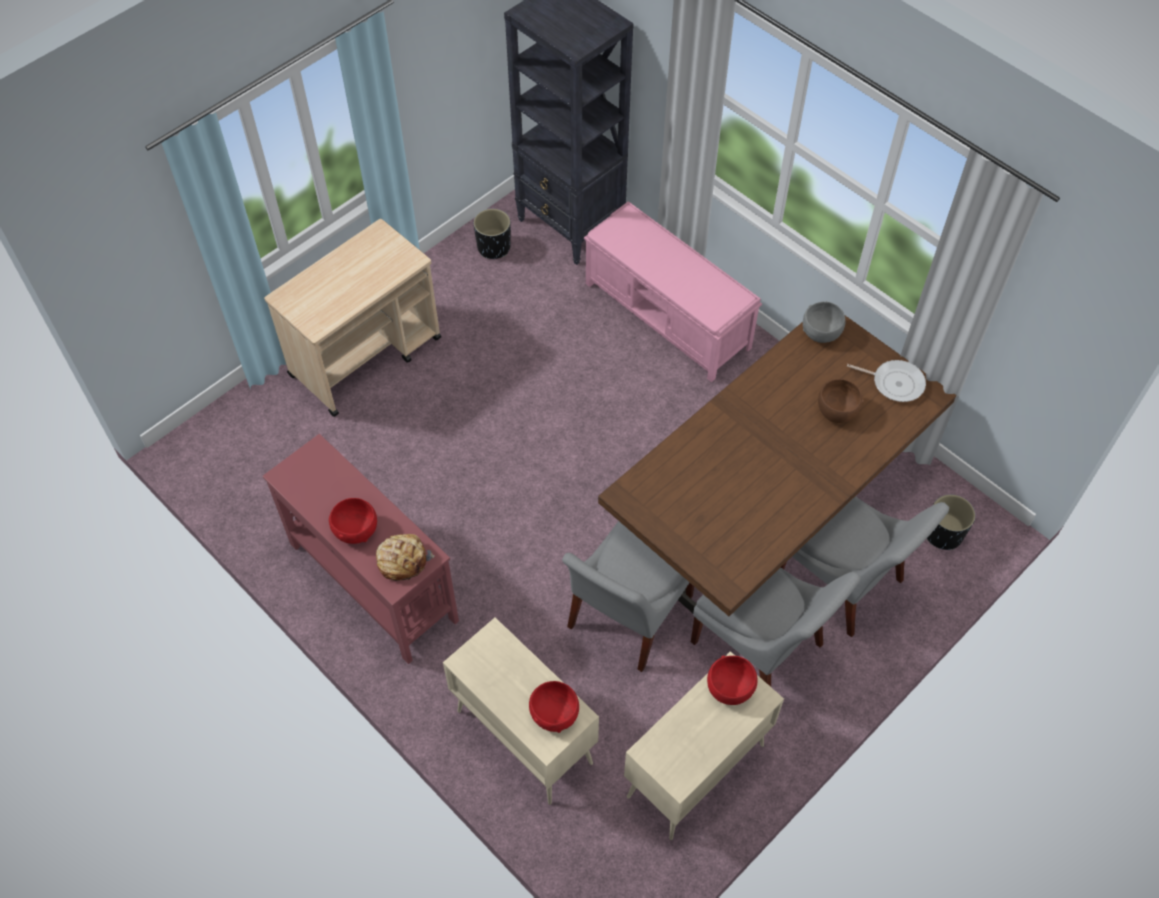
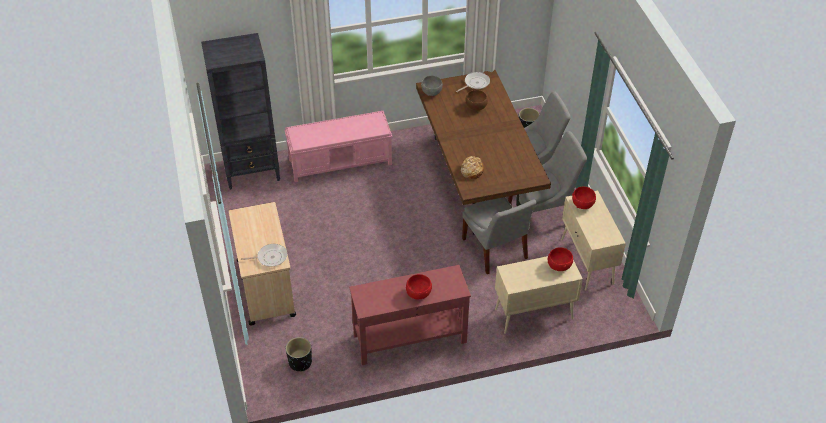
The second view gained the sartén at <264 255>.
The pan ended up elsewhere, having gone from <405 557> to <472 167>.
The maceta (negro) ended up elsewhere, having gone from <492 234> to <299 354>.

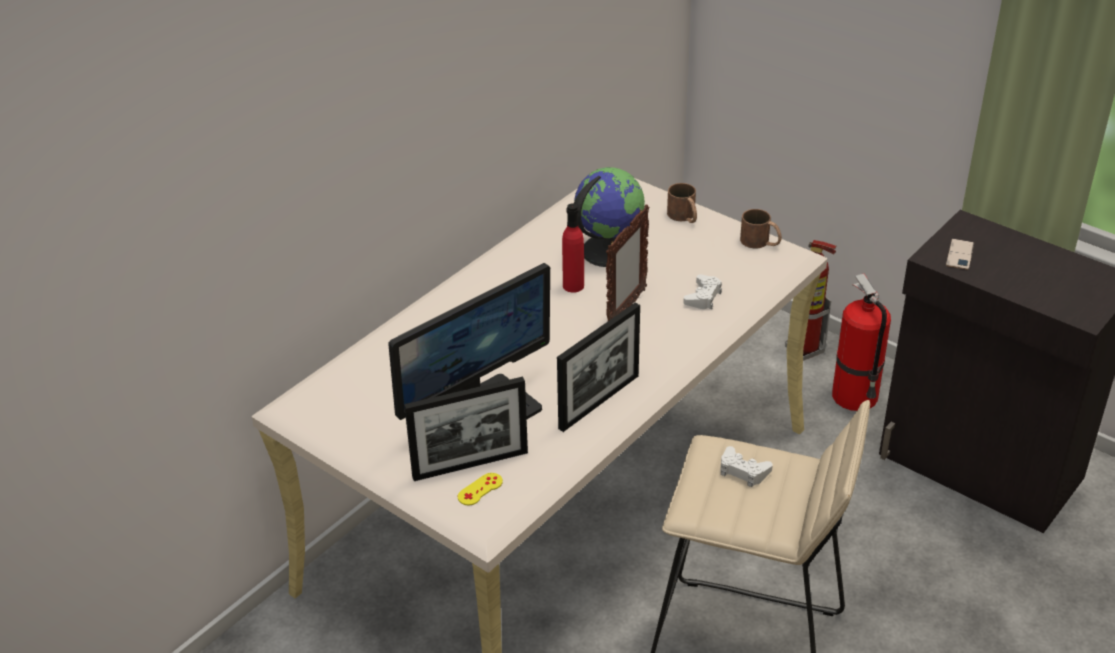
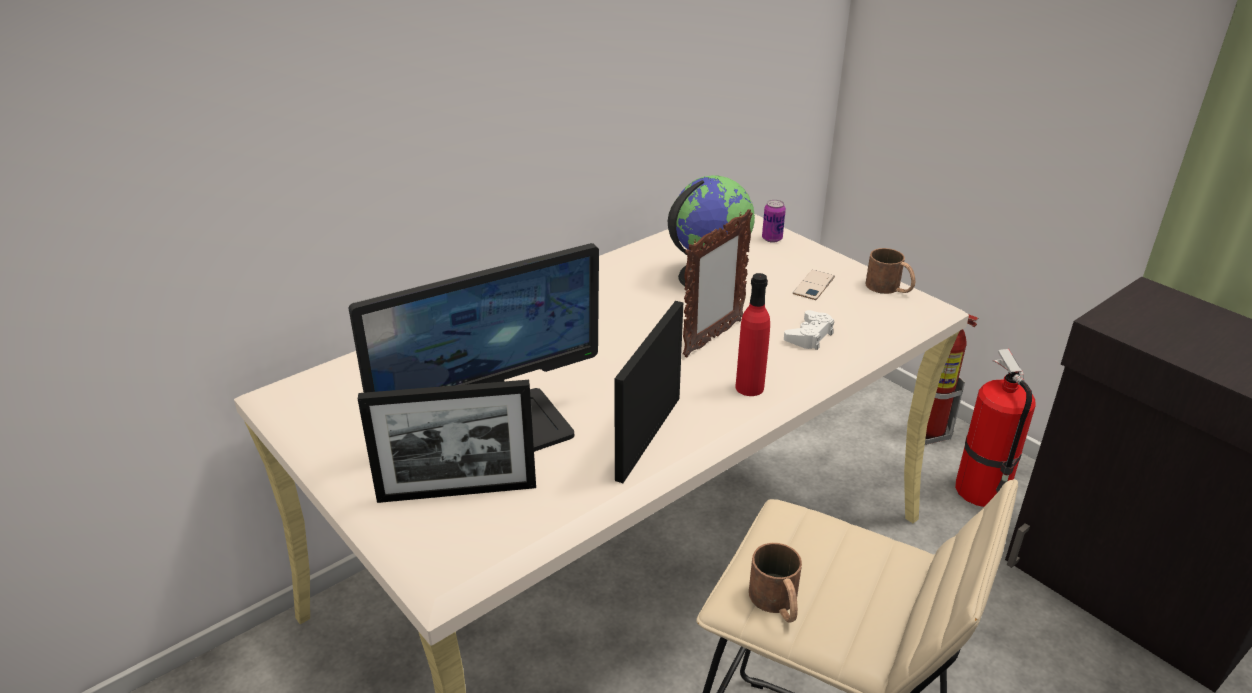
The second view lost the mando de consola (amarillo) at <480 489>.
The second view lost the mando de consola (blanco) at <747 466>.
The second view gained the lata at <774 221>.
The botella (rojo) ended up elsewhere, having gone from <573 248> to <752 334>.
The taza grande (marrón) ended up elsewhere, having gone from <682 203> to <775 583>.
The móvil ended up elsewhere, having gone from <960 254> to <814 285>.
The portarretratos at <598 367> ended up facing another way, 150 degrees clockwise from before.

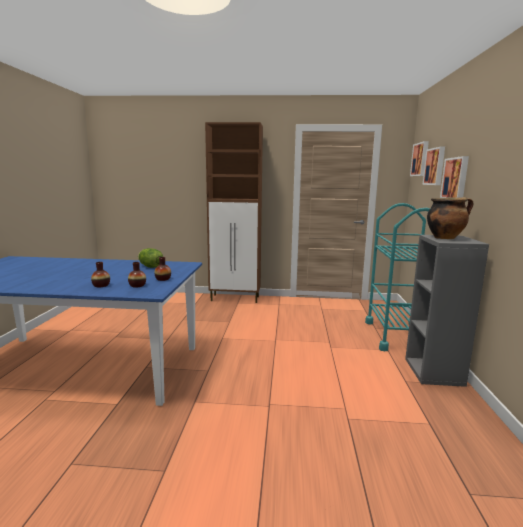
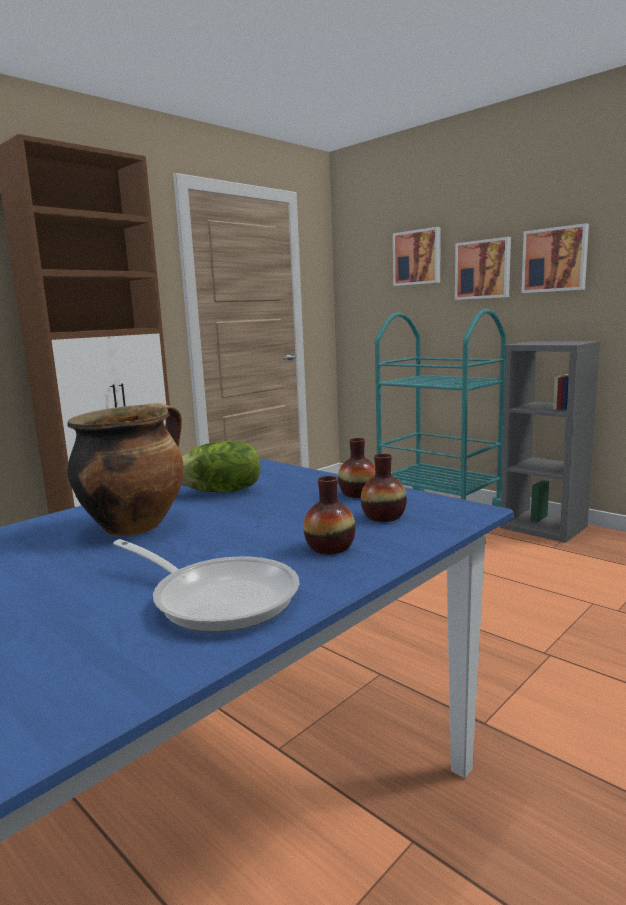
The second view gained the sartén at <206 586>.
The cuadro ended up elsewhere, having gone from <419 158> to <555 258>.
The olla ended up elsewhere, having gone from <450 218> to <125 469>.

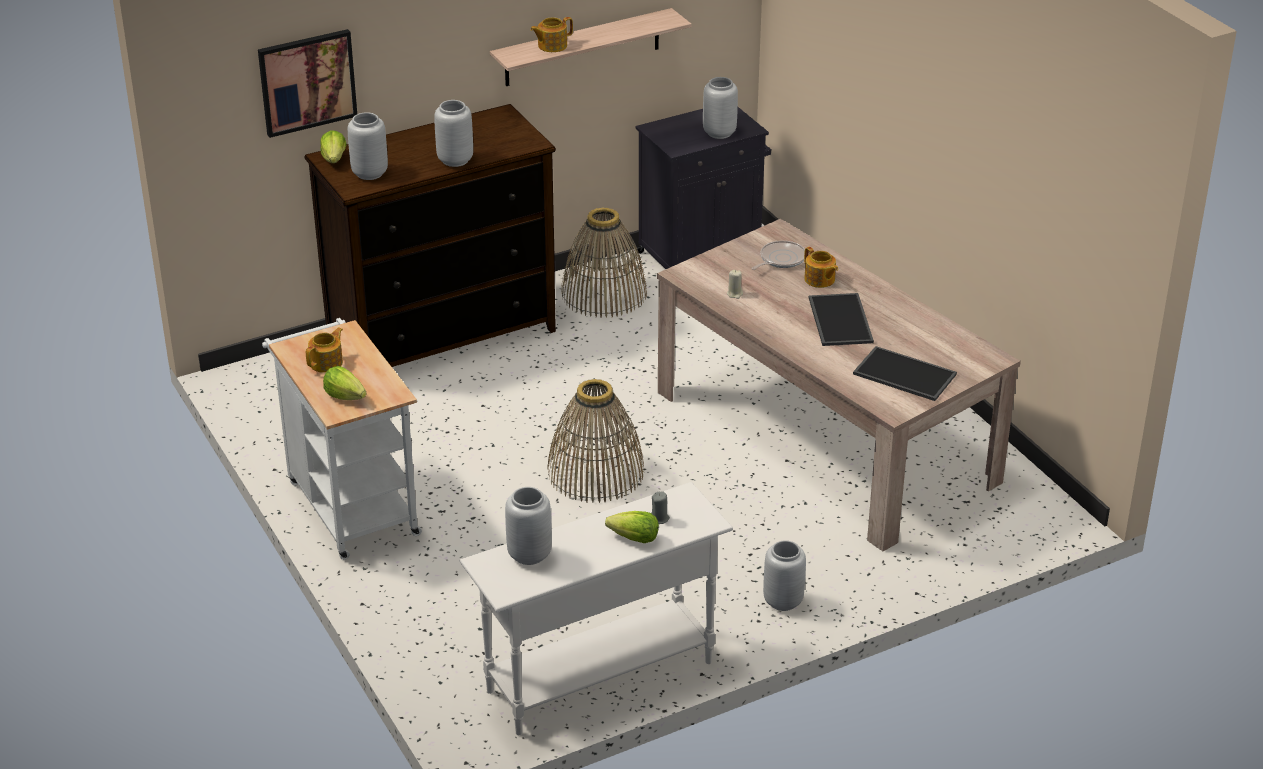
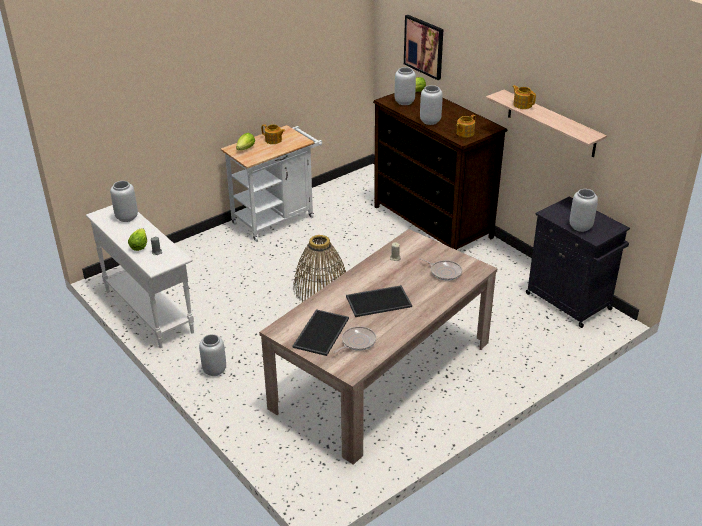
The second view lost the cesta at <604 262>.
The second view gained the sartén at <354 339>.
The tetera ended up elsewhere, having gone from <821 267> to <466 126>.

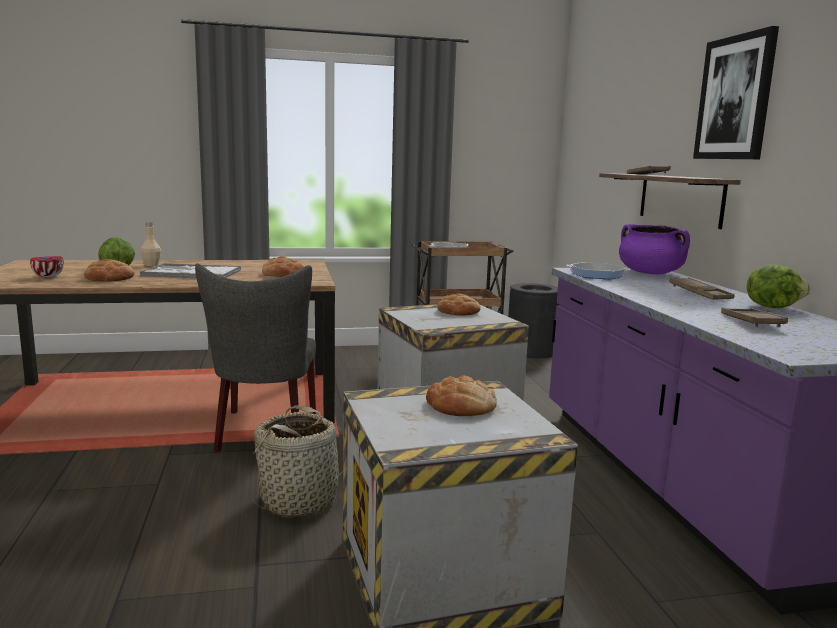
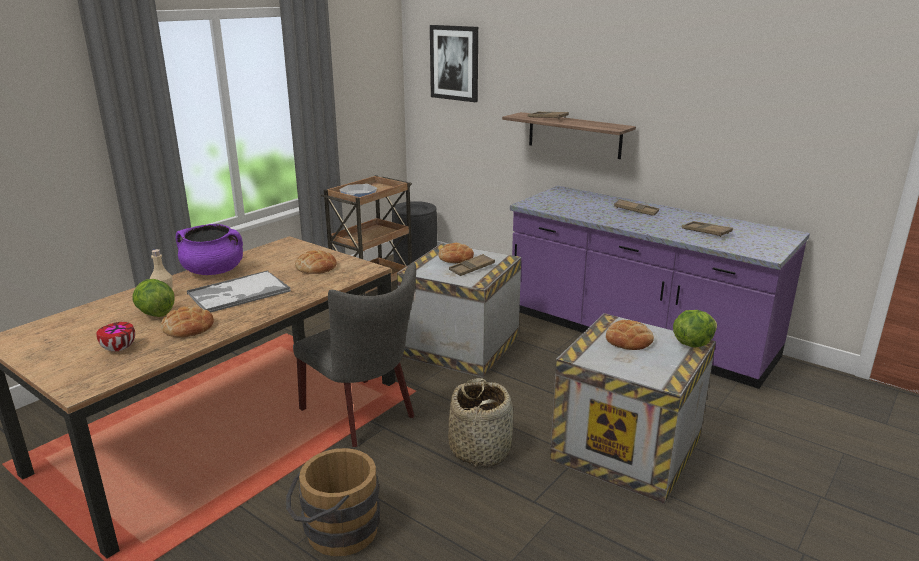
The second view lost the sartén at <598 270>.
The second view gained the cubo (marrón) at <333 502>.
The second view gained the bandeja (marrón) at <472 265>.
The olla (morado) ended up elsewhere, having gone from <654 249> to <209 249>.
The cuadro ended up elsewhere, having gone from <736 92> to <454 63>.
The lechuga ended up elsewhere, having gone from <778 286> to <695 329>.

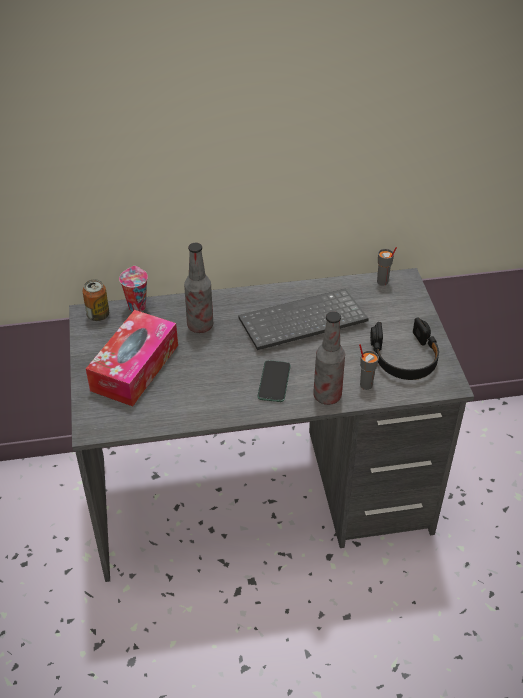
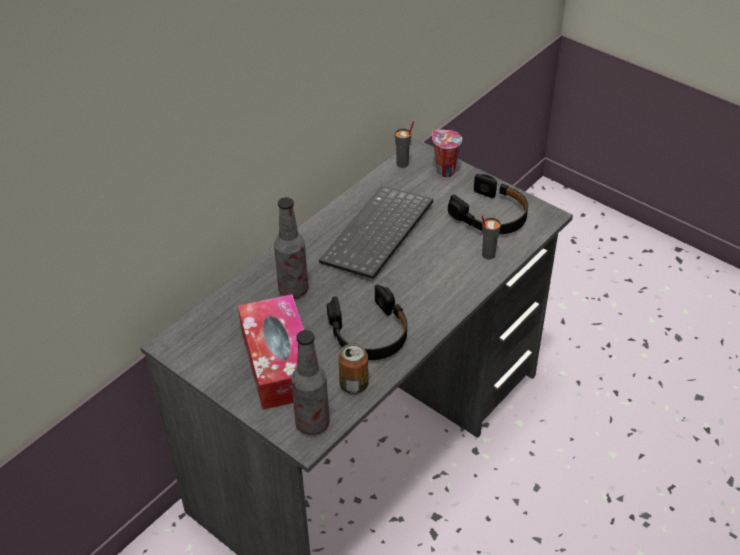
The second view lost the móvil at <274 381>.
The second view gained the auriculares (negro) at <367 322>.
The lata ended up elsewhere, having gone from <96 300> to <353 368>.
The taza ended up elsewhere, having gone from <133 289> to <447 153>.
The botella ended up elsewhere, having gone from <329 358> to <310 382>.

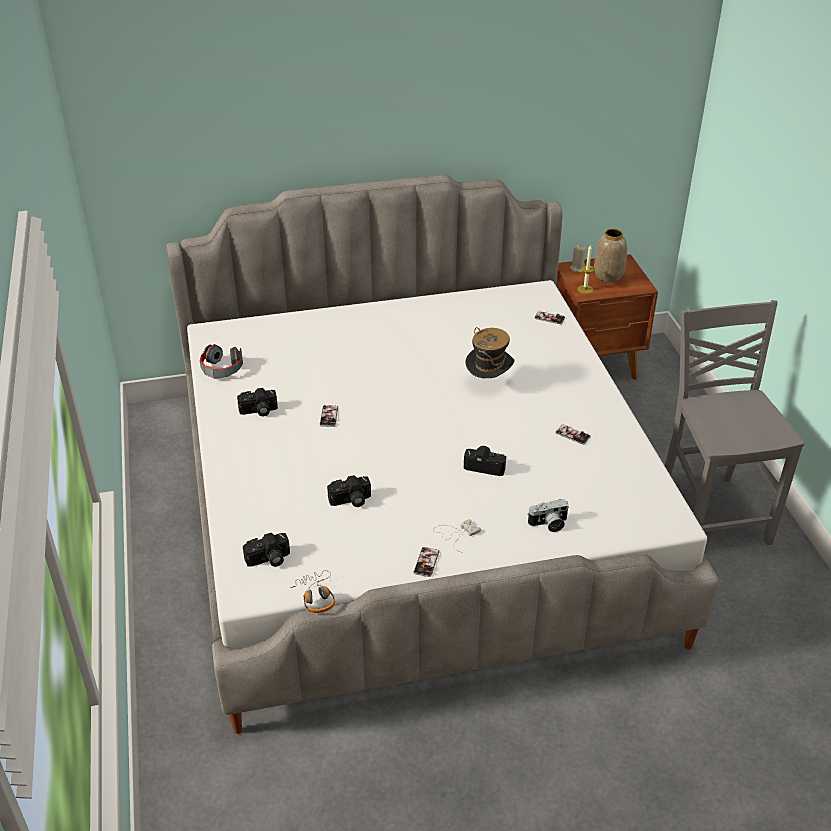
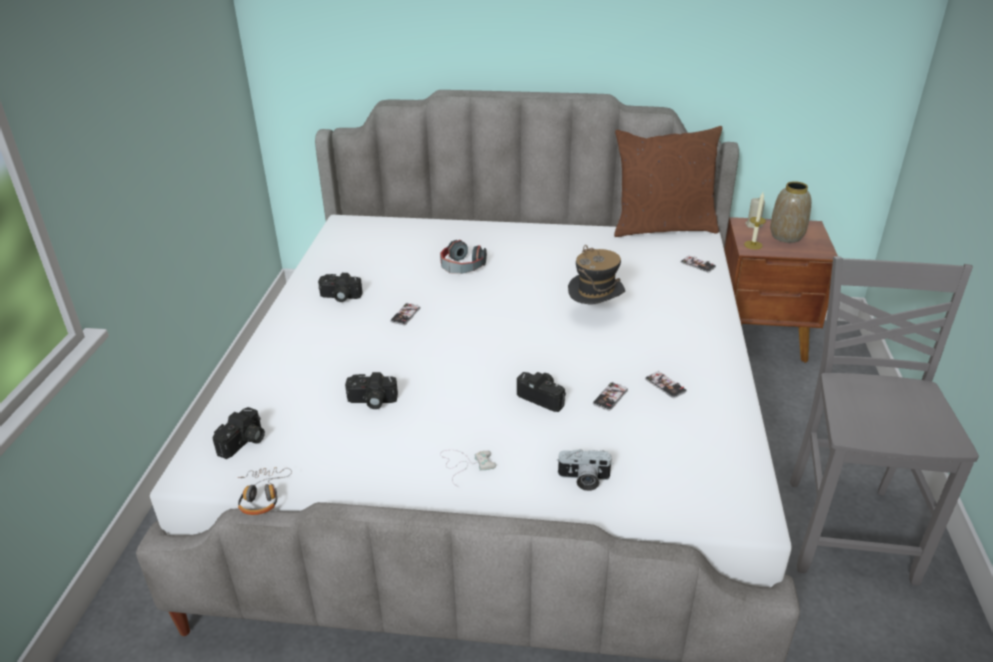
The second view gained the cojín (marrón) at <668 181>.
The auriculares ended up elsewhere, having gone from <221 361> to <463 257>.
The móvil ended up elsewhere, having gone from <426 562> to <610 396>.
The cámara at <266 550> ended up facing another way, 60 degrees counterclockwise from before.

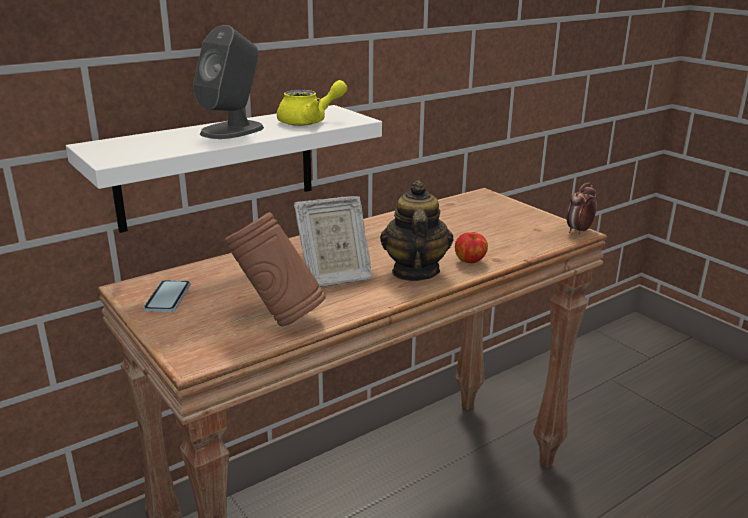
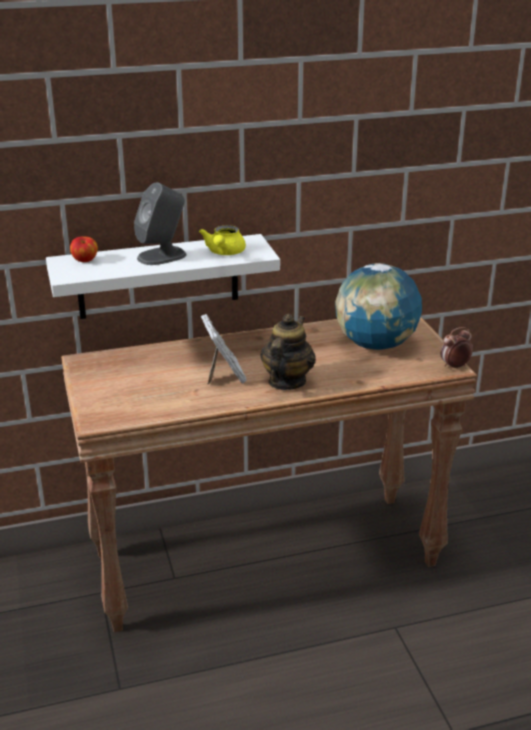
The second view lost the móvil at <167 296>.
The second view lost the florero (marrón) at <275 269>.
The second view gained the globo terráqueo at <378 306>.
The manzana ended up elsewhere, having gone from <471 247> to <84 249>.
The tetera (amarillo) at <312 103> ended up facing another way, 105 degrees clockwise from before.
The portarretratos at <333 241> ended up facing another way, 105 degrees counterclockwise from before.

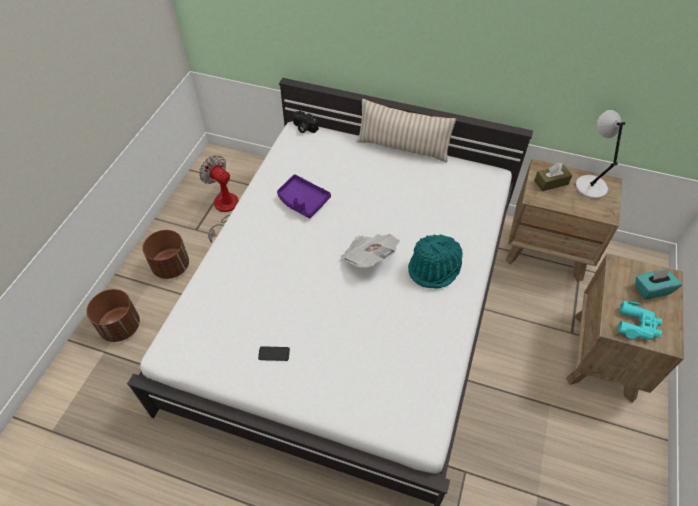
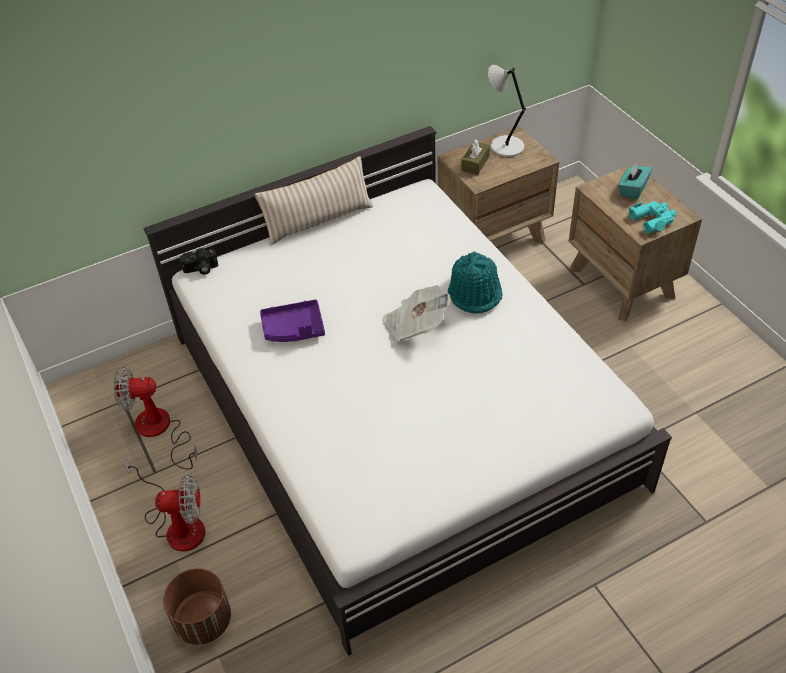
The second view lost the móvil at <274 353>.
Where the maceta (marrón) stood at <165 254>, the ventilador came to stand at <165 505>.

